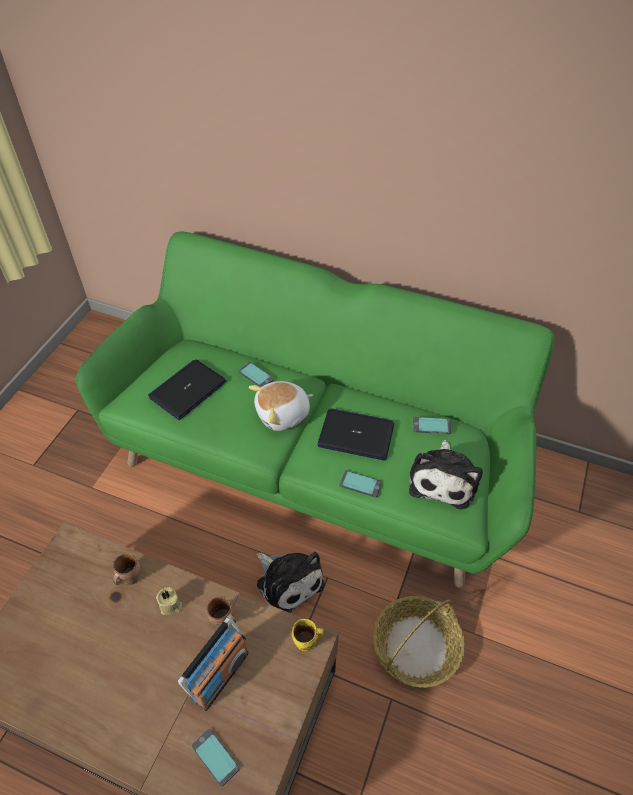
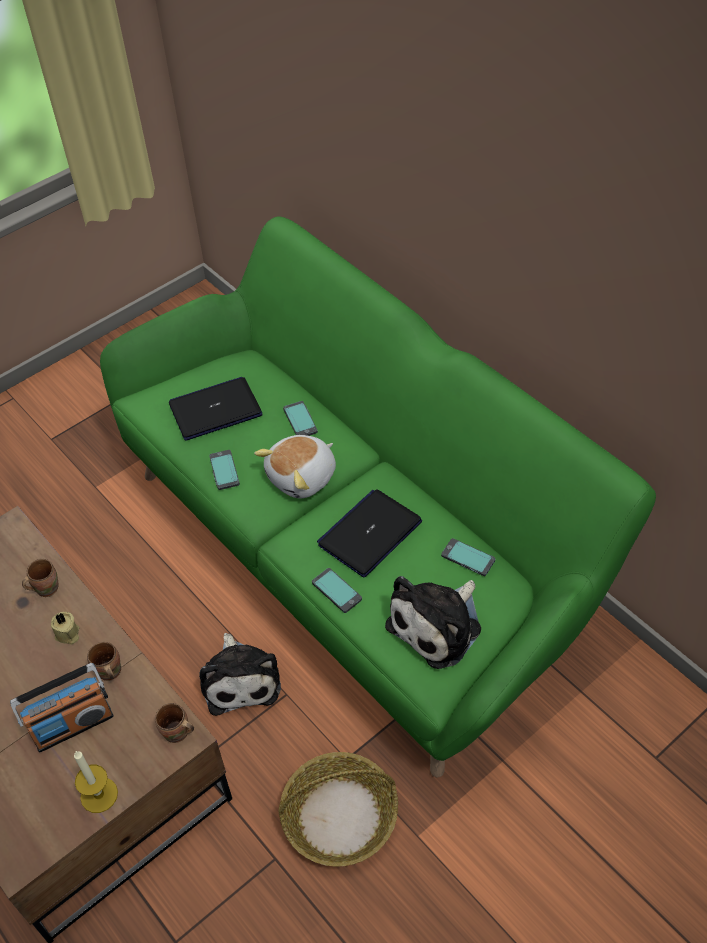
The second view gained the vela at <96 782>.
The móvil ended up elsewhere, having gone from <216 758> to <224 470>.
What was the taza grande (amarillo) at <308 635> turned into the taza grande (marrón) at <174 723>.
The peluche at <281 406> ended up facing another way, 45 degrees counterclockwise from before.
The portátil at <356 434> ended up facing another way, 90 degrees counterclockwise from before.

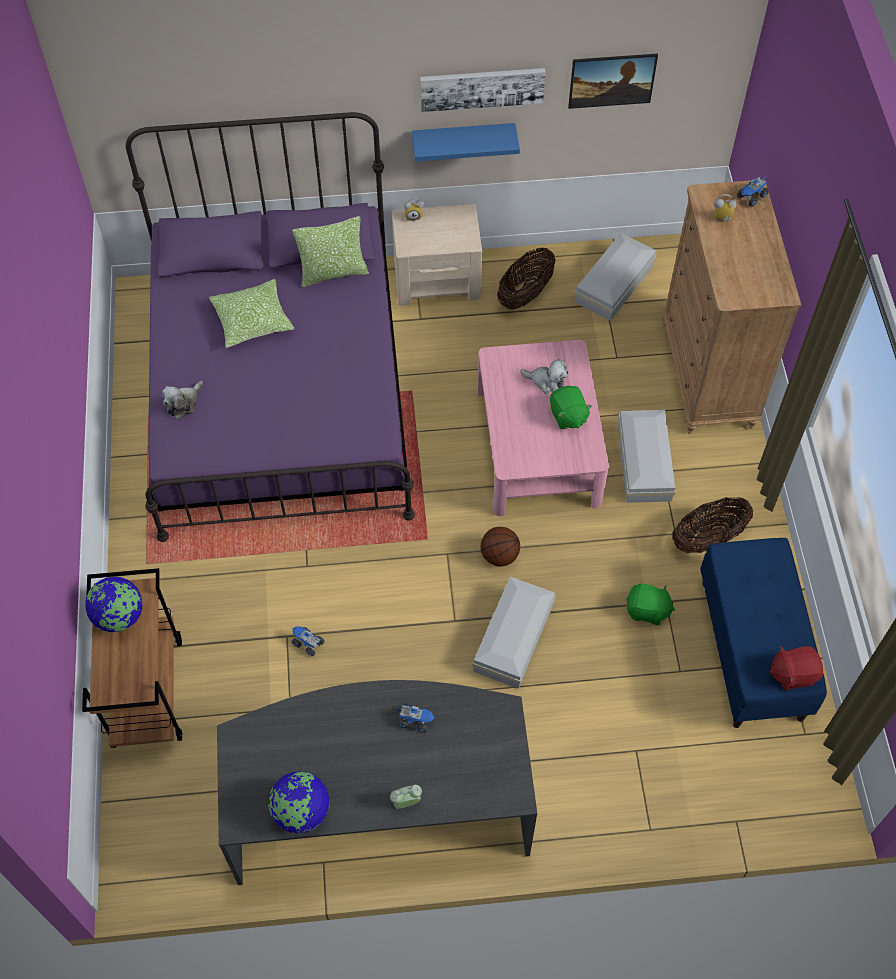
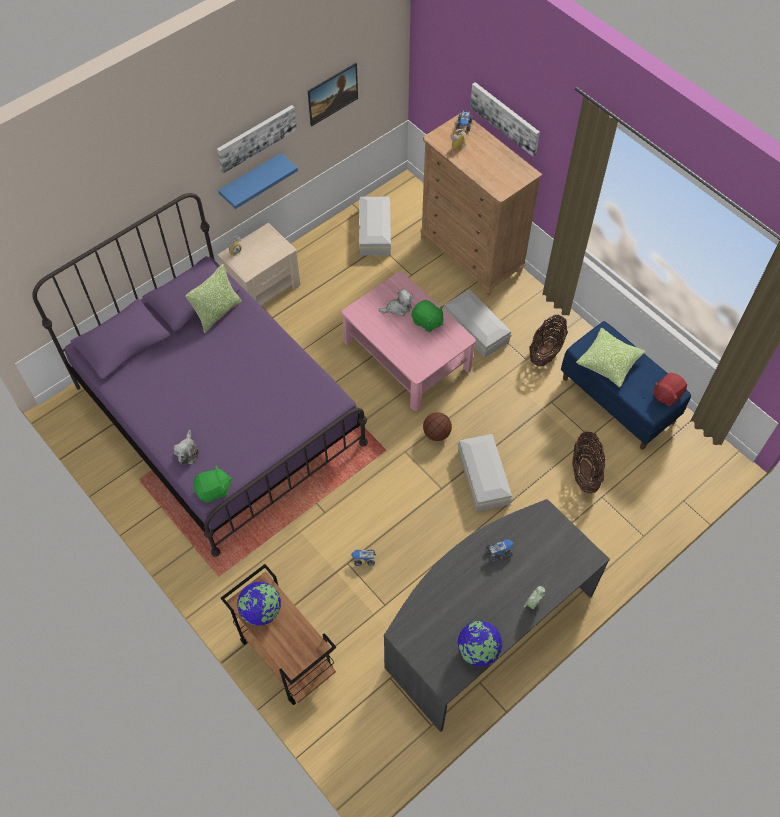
The second view gained the cuadro at <505 119>.
The cojín ended up elsewhere, having gone from <251 313> to <610 358>.
The cesta ended up elsewhere, having gone from <526 279> to <589 462>.
The peluche (verde) ended up elsewhere, having gone from <650 604> to <212 483>.

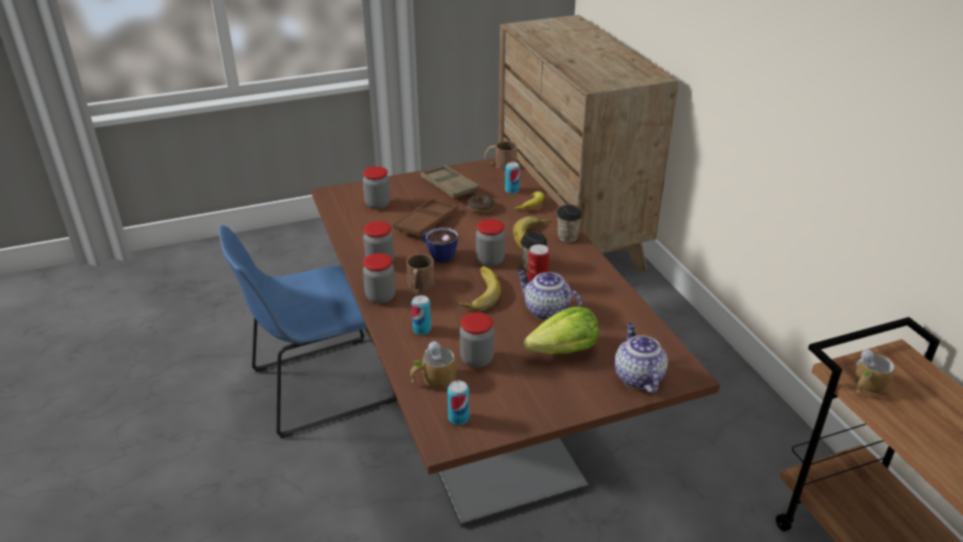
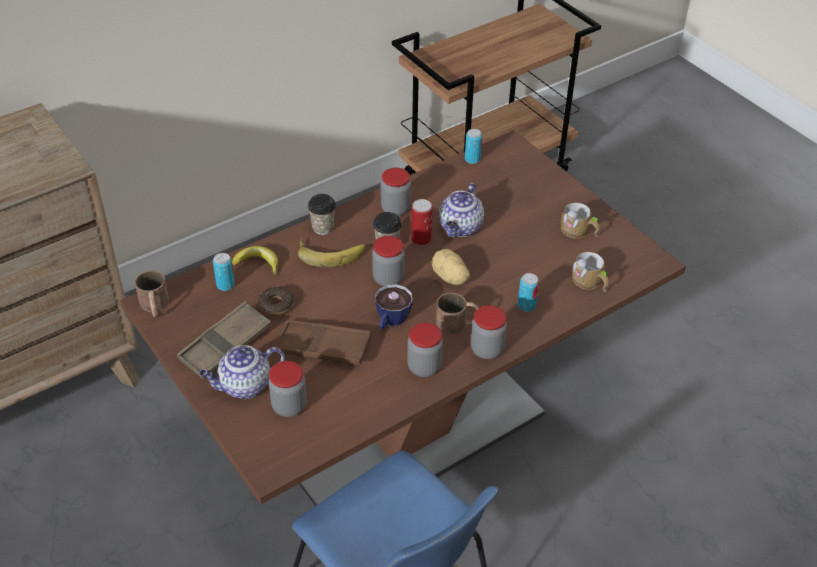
The second view lost the lechuga at <561 330>.
The lata ended up elsewhere, having gone from <458 402> to <473 146>.
The tarro ended up elsewhere, having gone from <477 340> to <396 192>.
The tetera ended up elsewhere, having gone from <641 358> to <242 372>.
The taza grande ended up elsewhere, having gone from <875 371> to <580 220>.
Where the plátano stood at <479 288>, the patata came to stand at <451 267>.

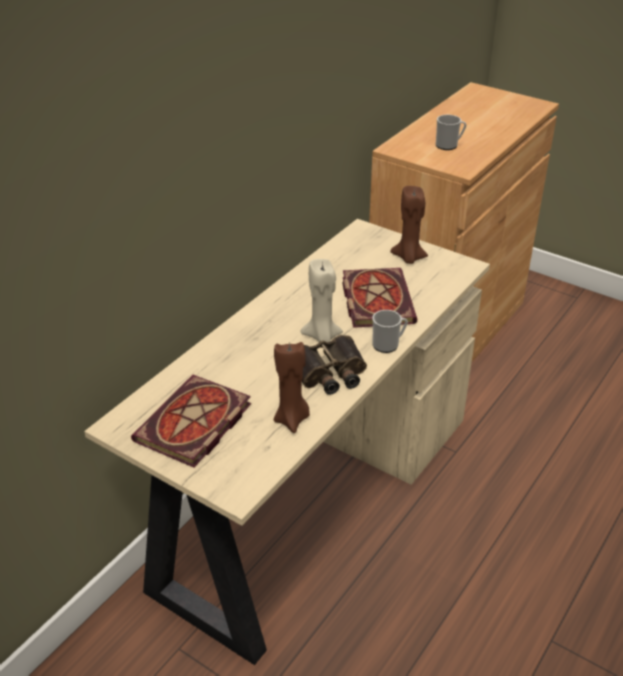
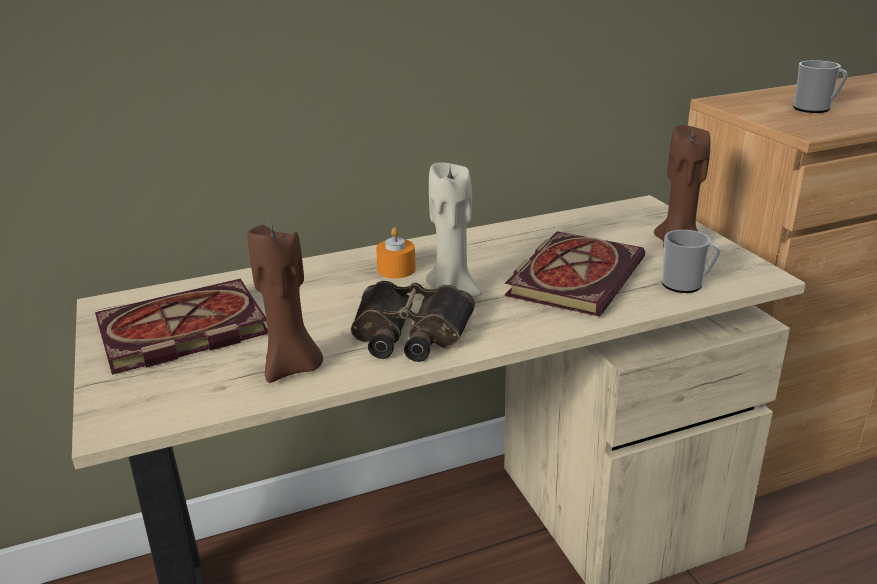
The second view gained the vela (naranja) at <396 252>.
The taza grande ended up elsewhere, having gone from <390 331> to <690 261>.

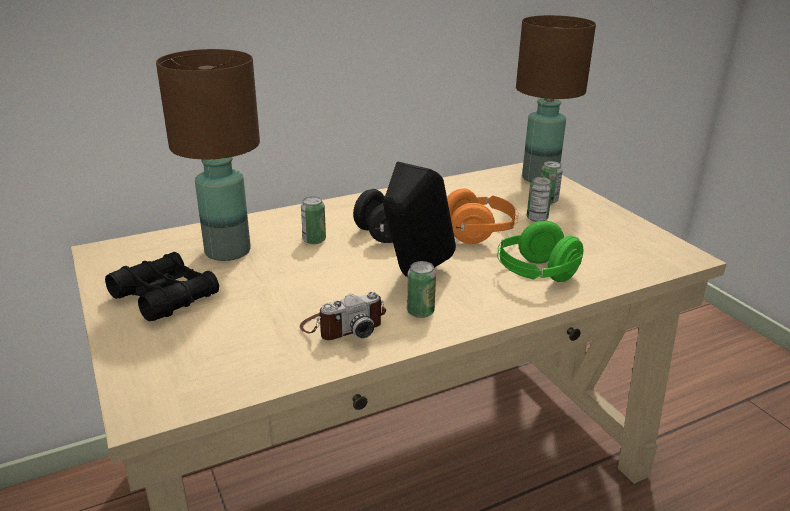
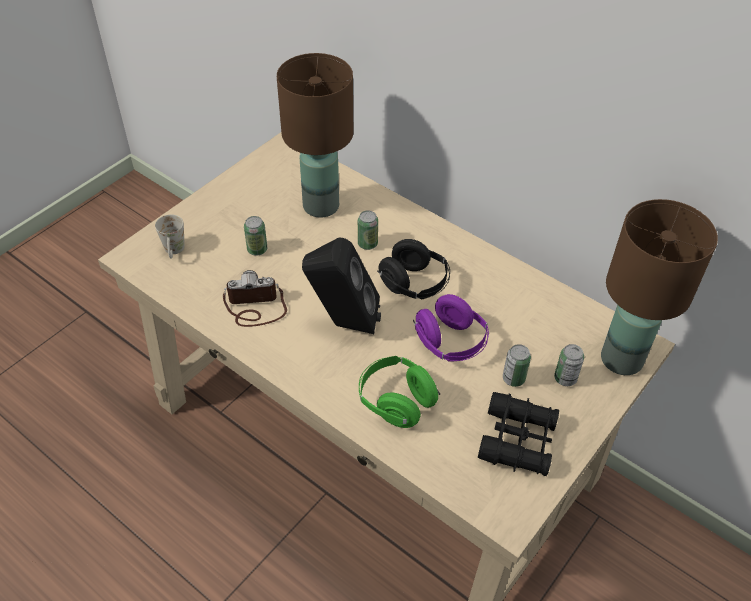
The second view gained the taza grande (blanco) at <170 236>.
The prismáticos (negro) ended up elsewhere, having gone from <162 286> to <518 434>.
The lata ended up elsewhere, having gone from <421 289> to <255 236>.
What was the auriculares (naranja) at <483 216> turned into the auriculares (morado) at <451 328>.
The cámara at <343 316> ended up facing another way, 135 degrees clockwise from before.

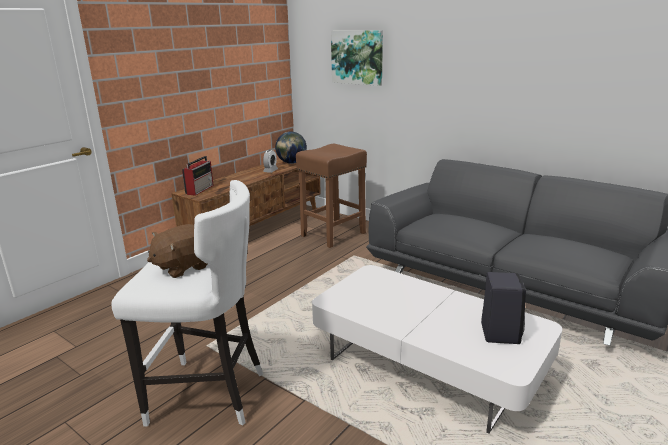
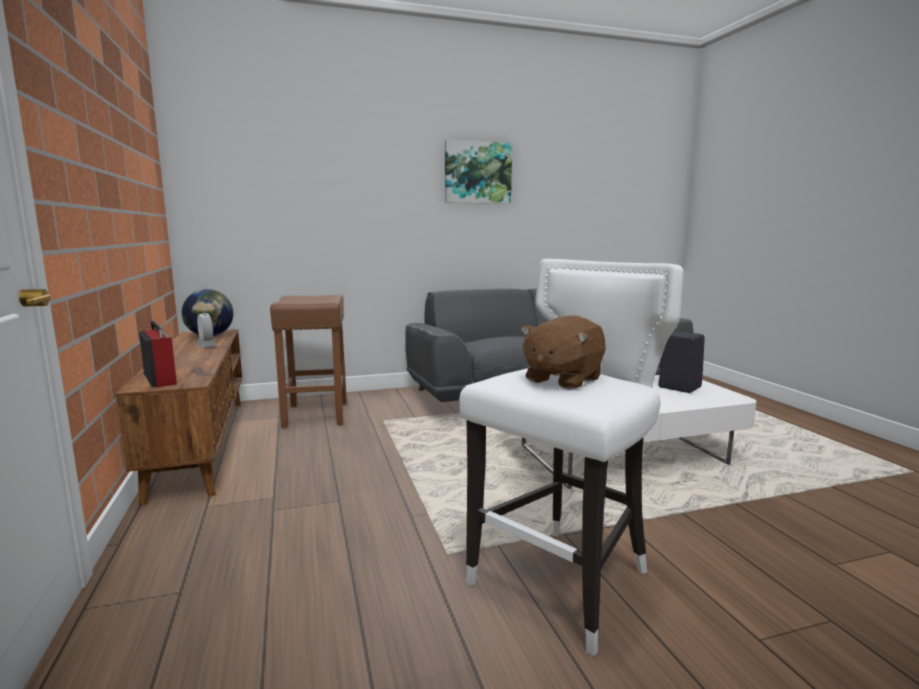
The cuadro ended up elsewhere, having gone from <357 58> to <478 172>.
The peluche (marrón) at <177 251> ended up facing another way, 45 degrees clockwise from before.

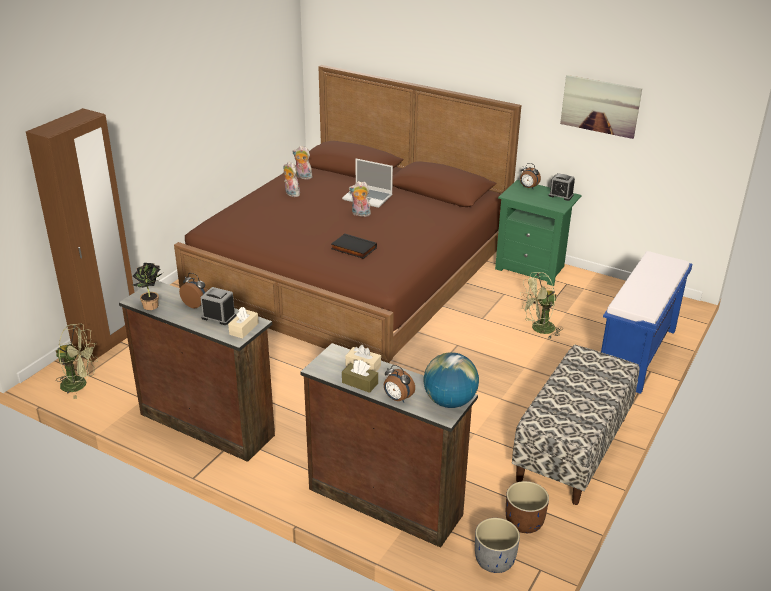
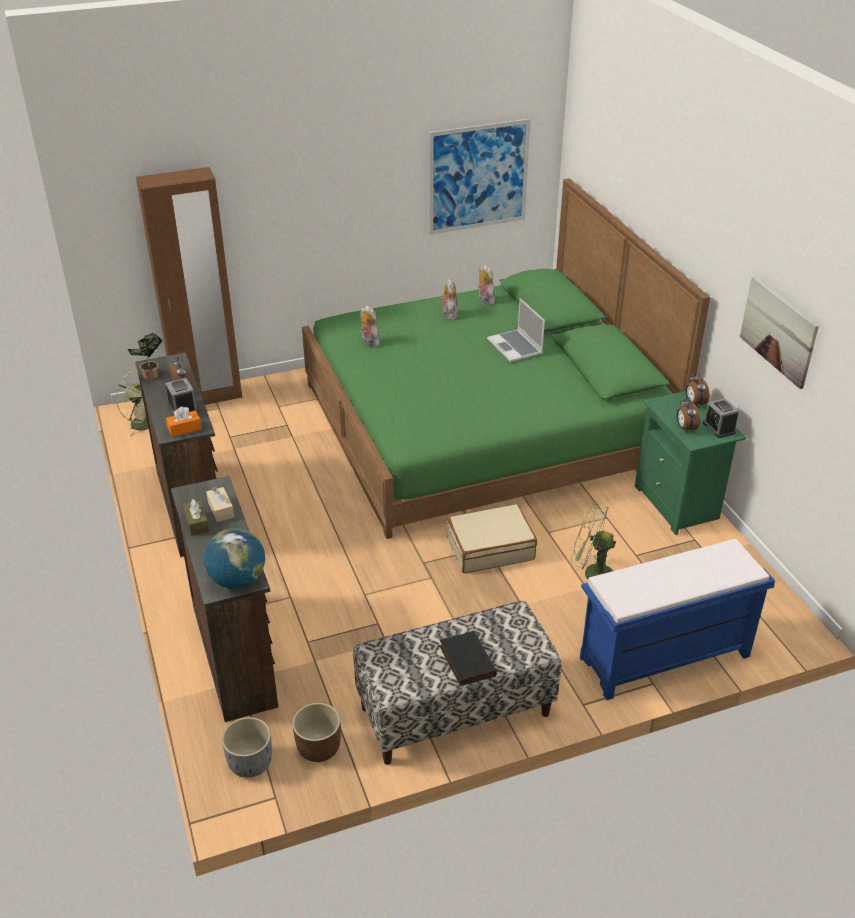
The second view gained the cuadro at <480 177>.
The second view gained the maleta (beis) at <491 538>.
The libro (negro) ended up elsewhere, having gone from <354 246> to <468 658>.
The peluche ended up elsewhere, having gone from <360 199> to <370 326>.
The despertador ended up elsewhere, having gone from <399 384> to <688 415>.
What was the cama (marrón) at <347 214> turned into the cama (verde) at <506 358>.
What was the caja de pañuelos (beis) at <243 323> turned into the caja de pañuelos (naranja) at <184 422>.

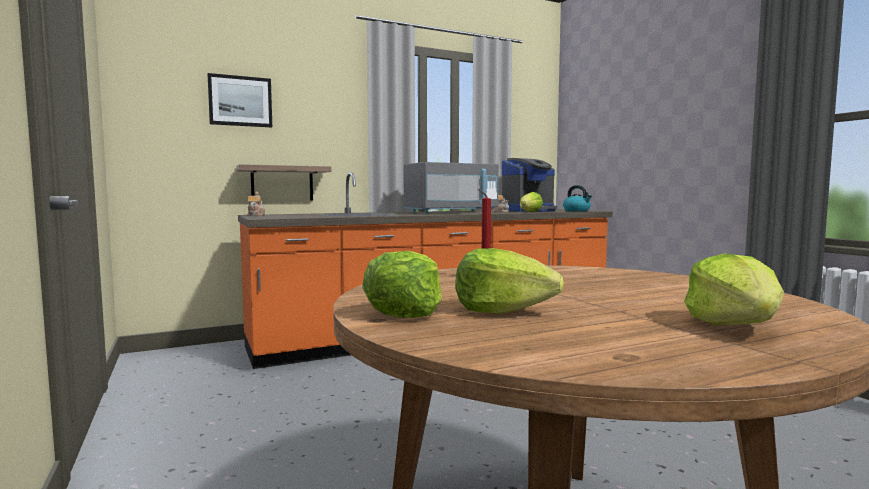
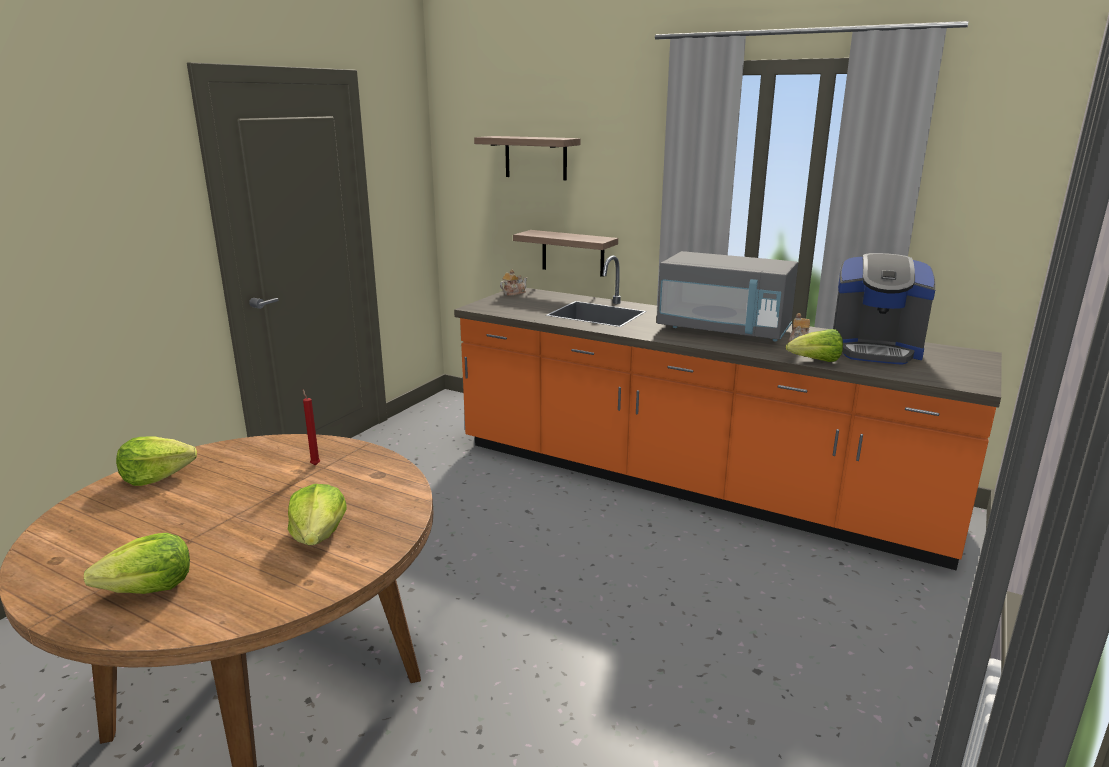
The second view lost the hervidor at <577 198>.
The lechuga ended up elsewhere, having gone from <509 281> to <317 514>.
Where the cuadro hung at <240 100>, the estante came to hang at <527 158>.

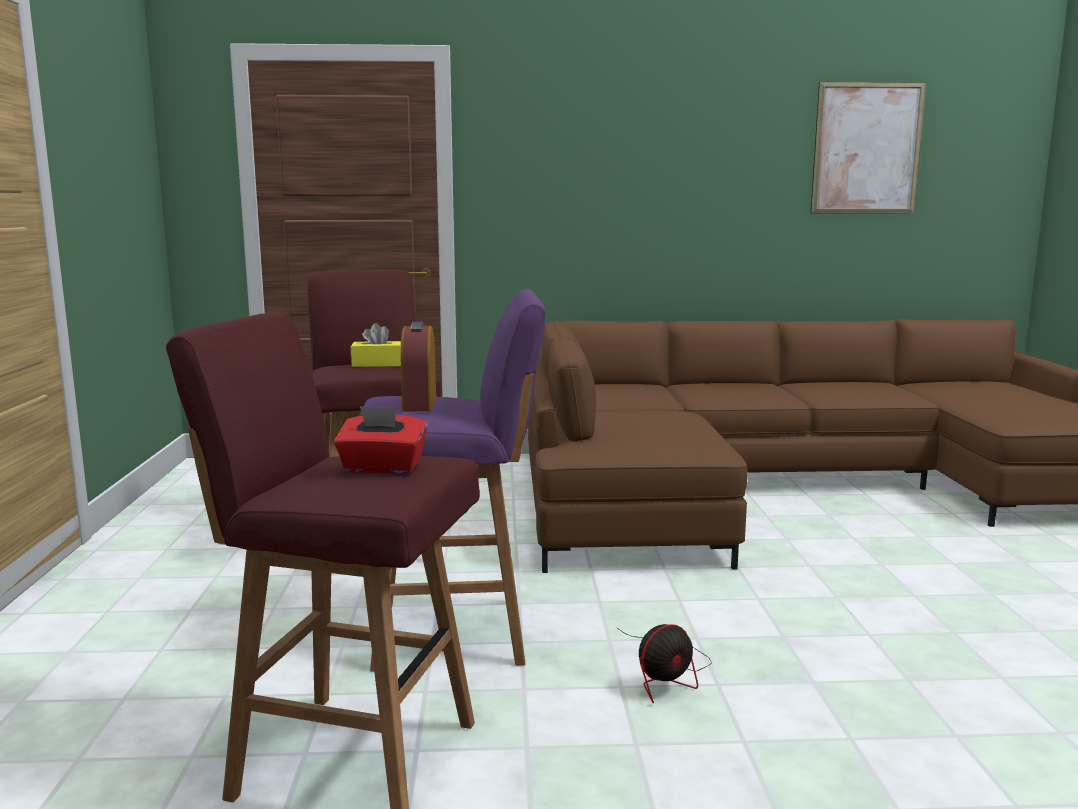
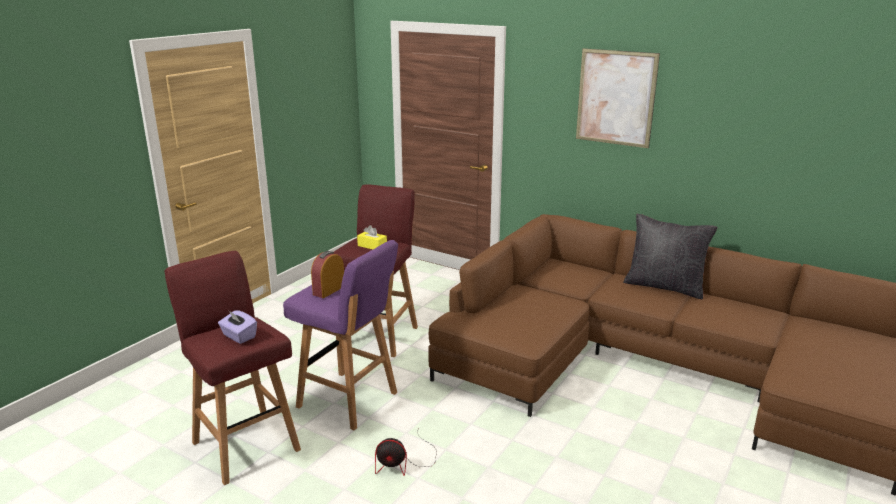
The second view gained the cojín (negro) at <670 256>.
The cuadro ended up elsewhere, having gone from <868 147> to <618 98>.
What was the caja de pañuelos (rojo) at <381 440> turned into the caja de pañuelos (morado) at <237 327>.

